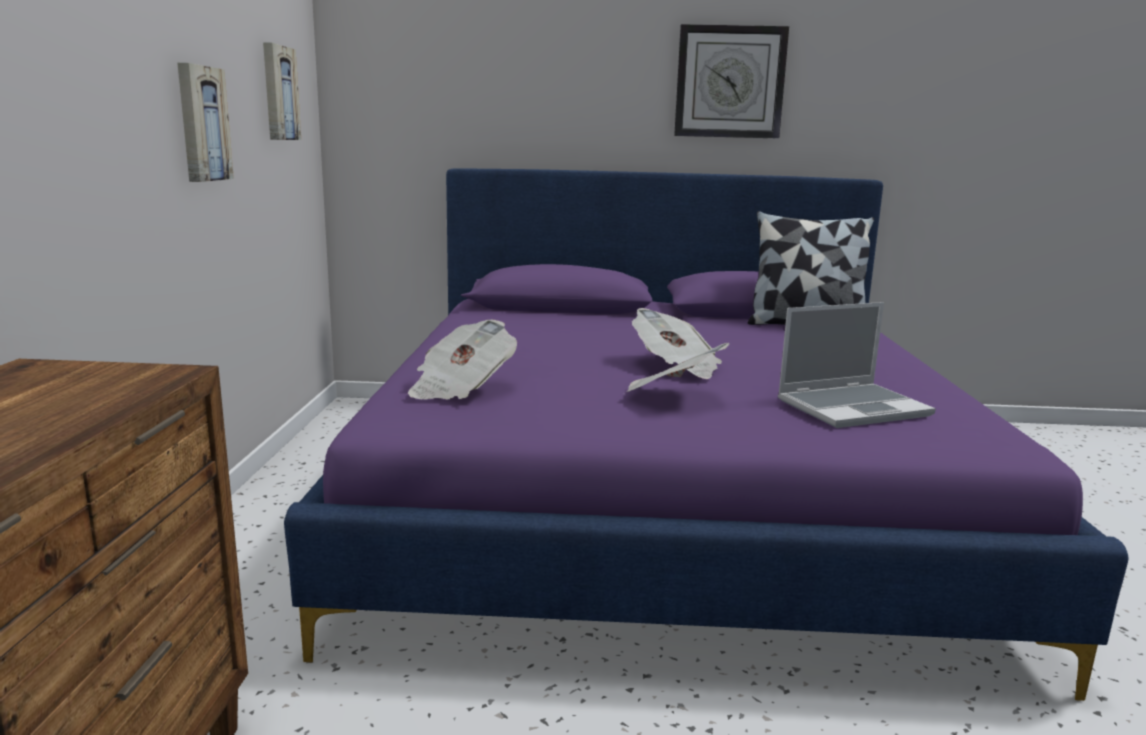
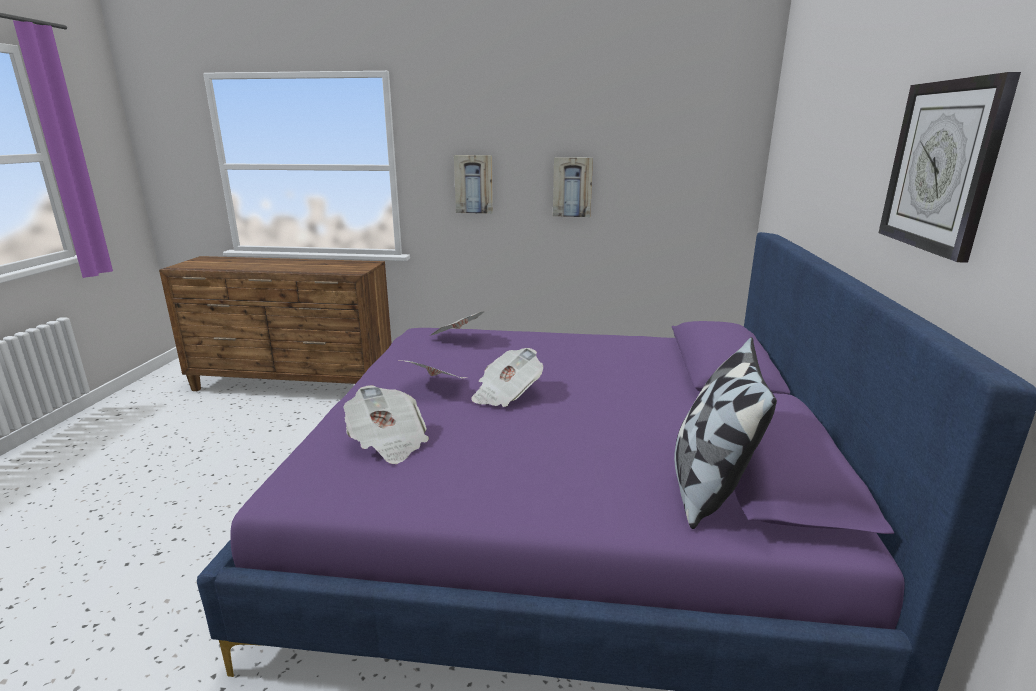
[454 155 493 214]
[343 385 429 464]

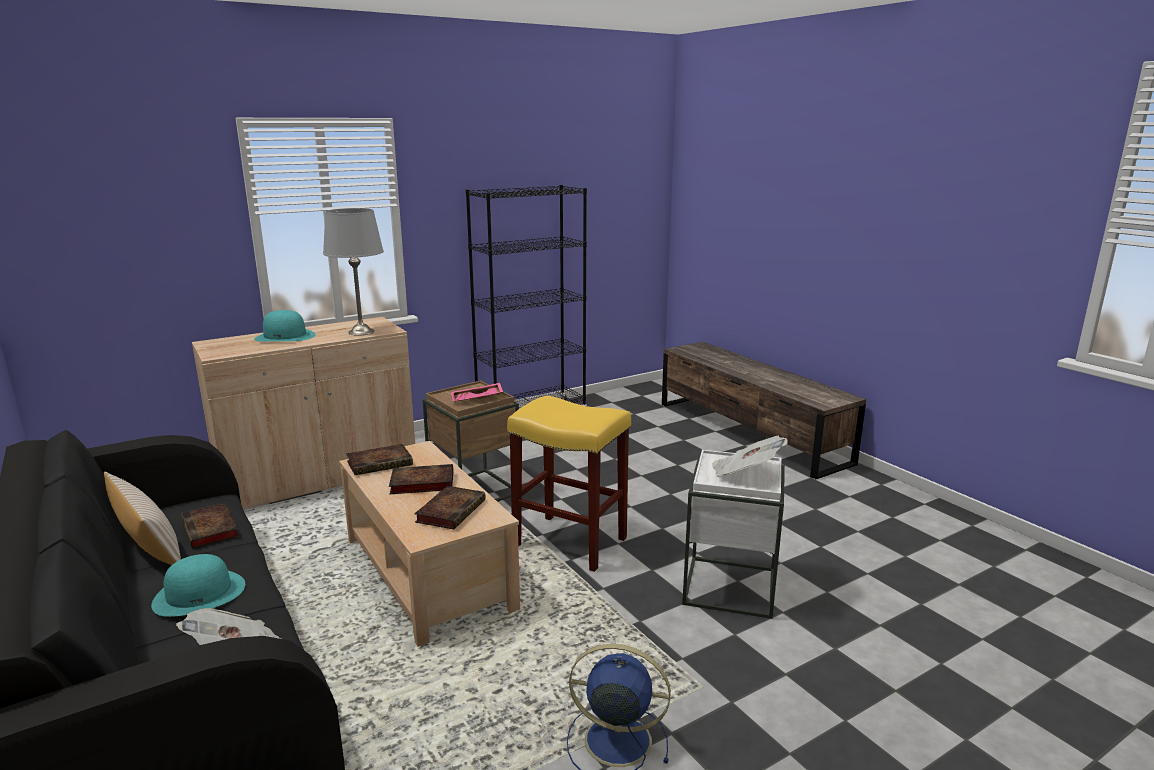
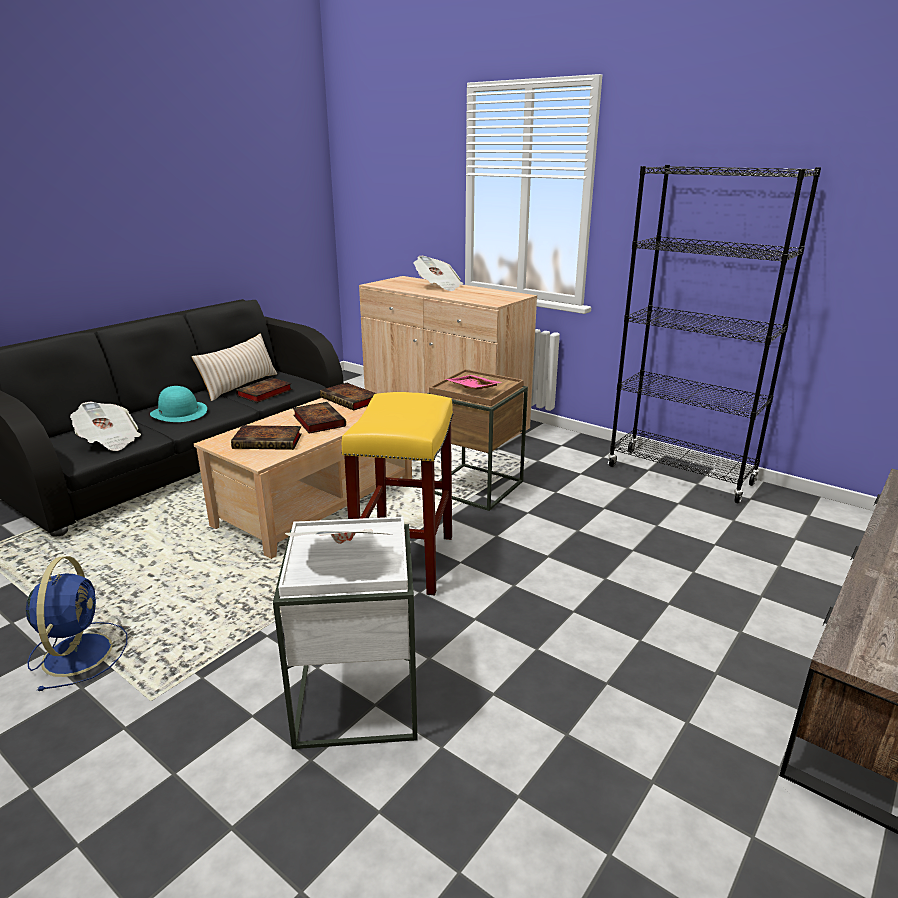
[414 256 463 291]
[323 208 384 336] (first image)

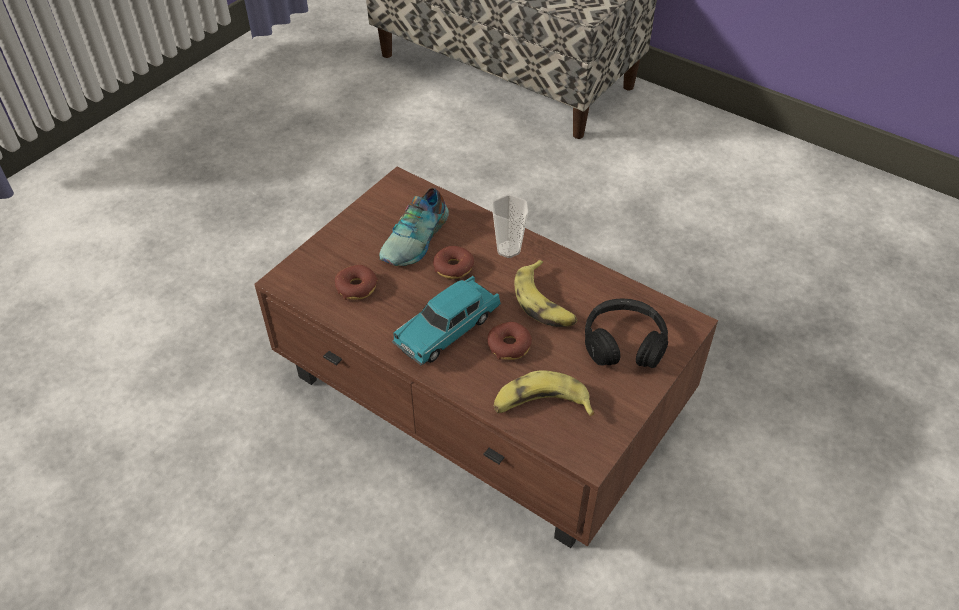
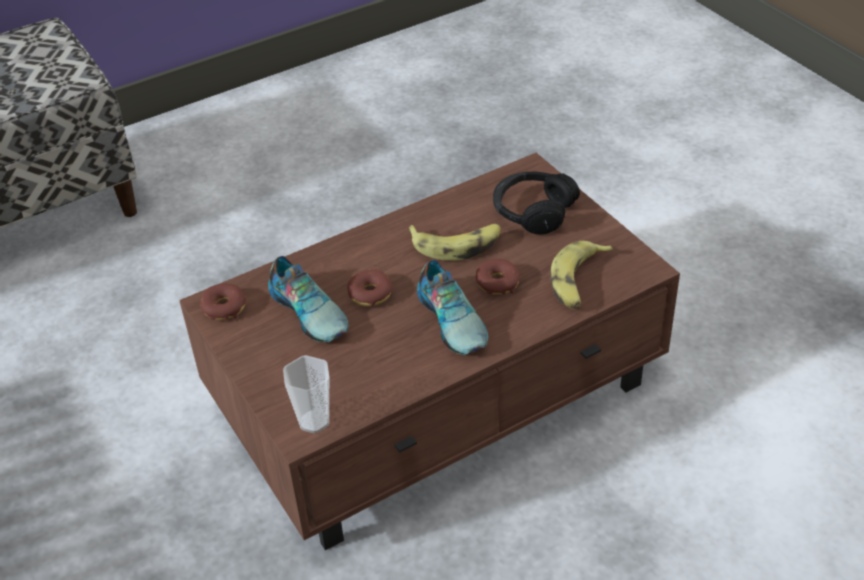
[200 283 246 320]
[417 260 489 355]
[283 355 329 433]

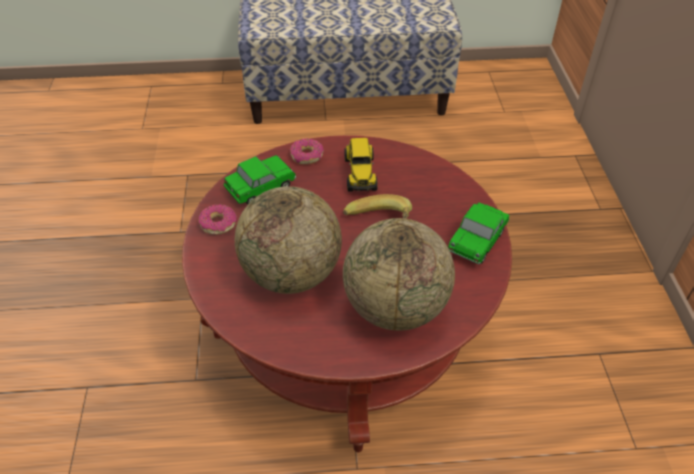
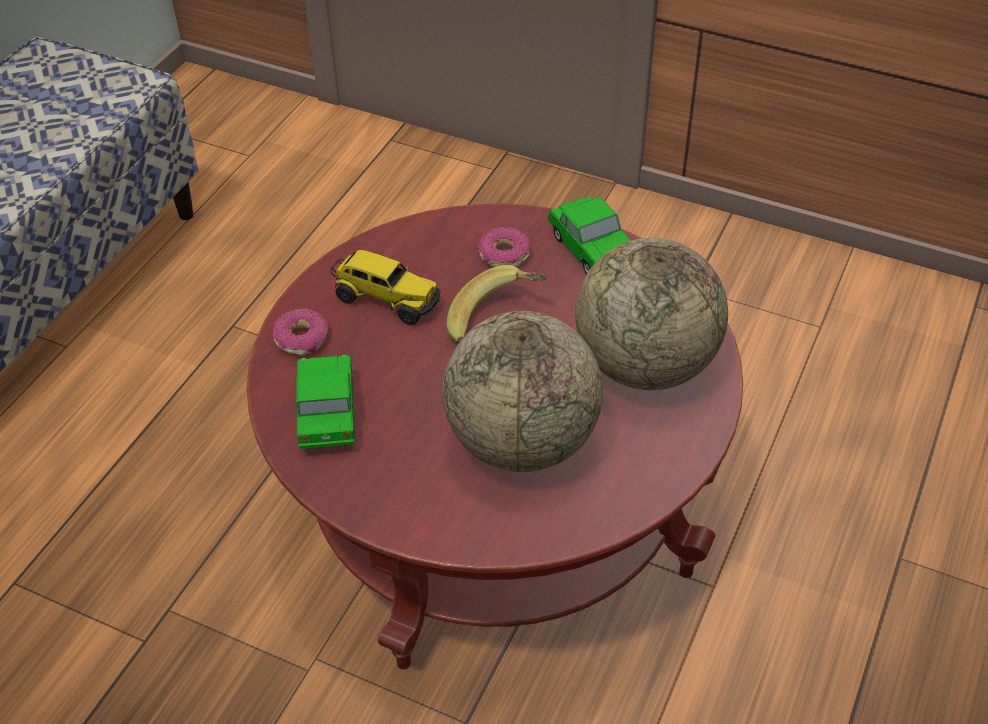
[477 227 531 267]

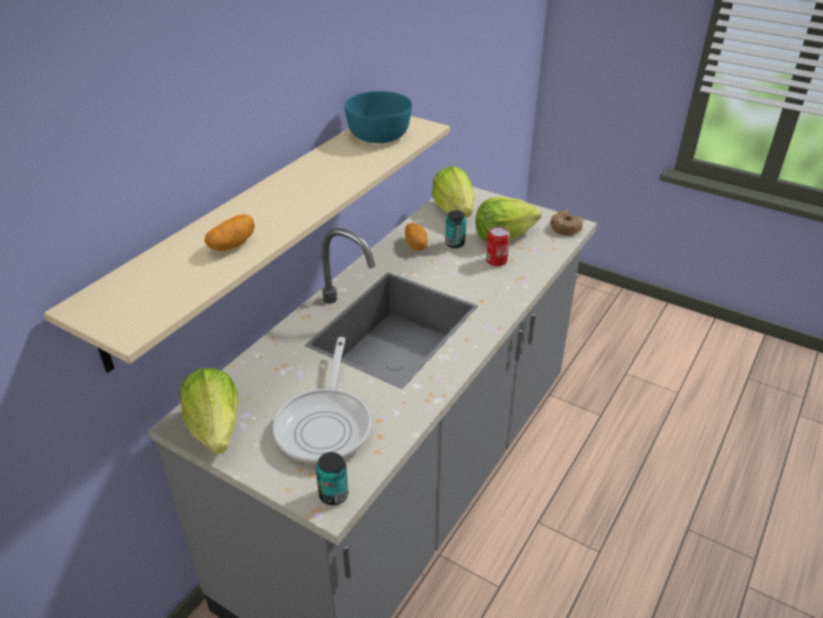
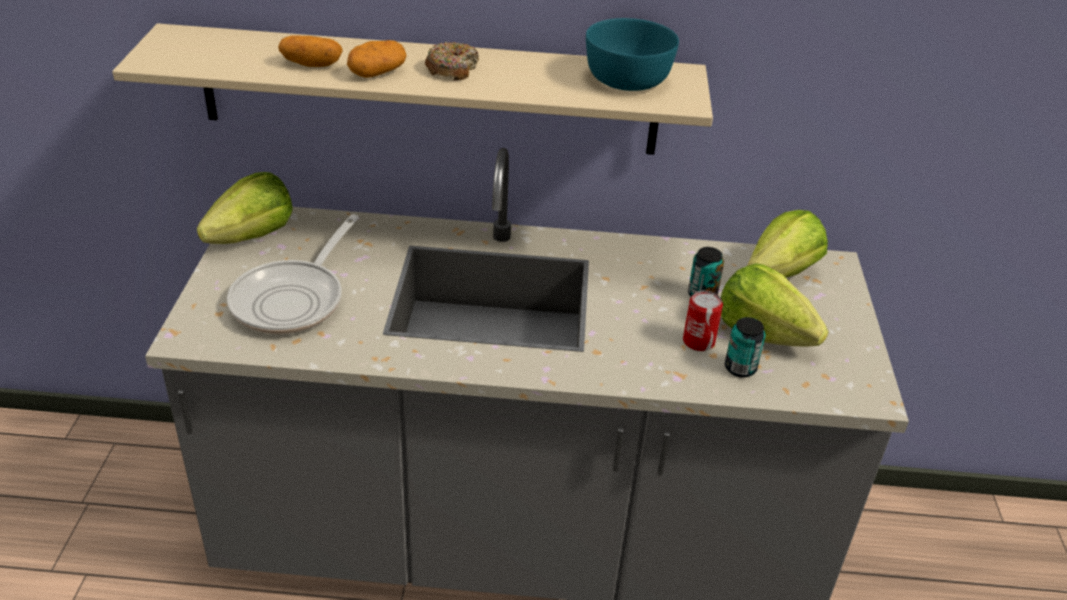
[227 215 359 334]
[725 317 765 377]
[347 40 407 78]
[425 42 479 81]

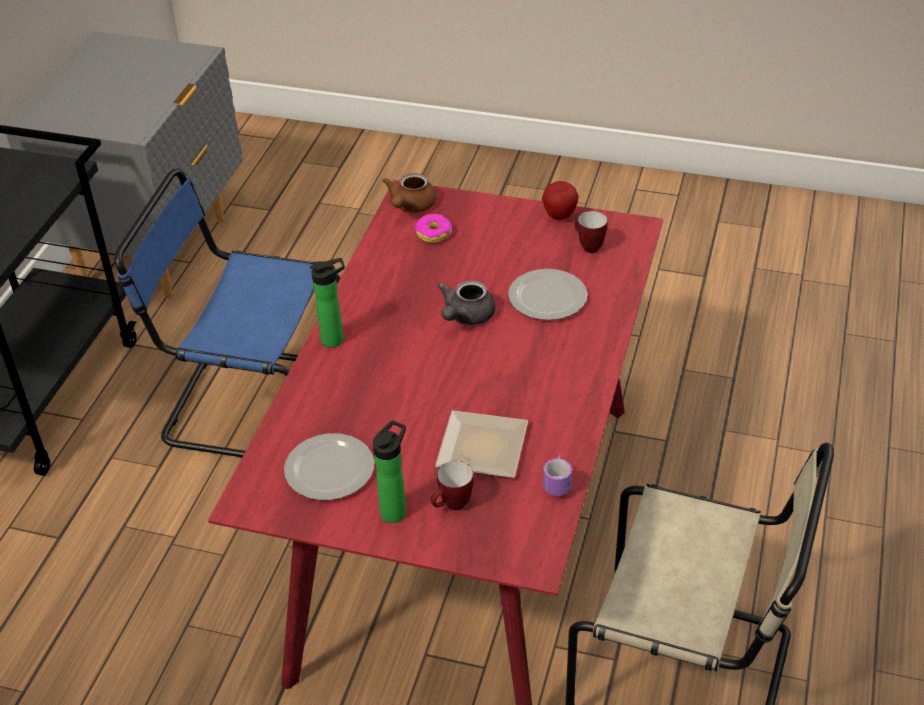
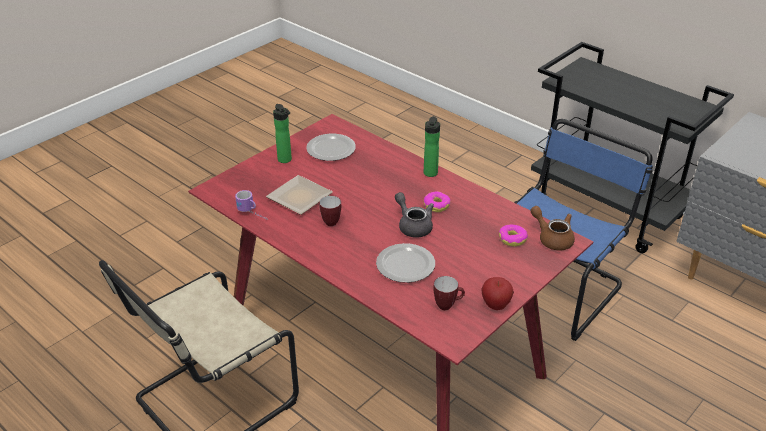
[319 196 341 226]
[424 191 450 212]

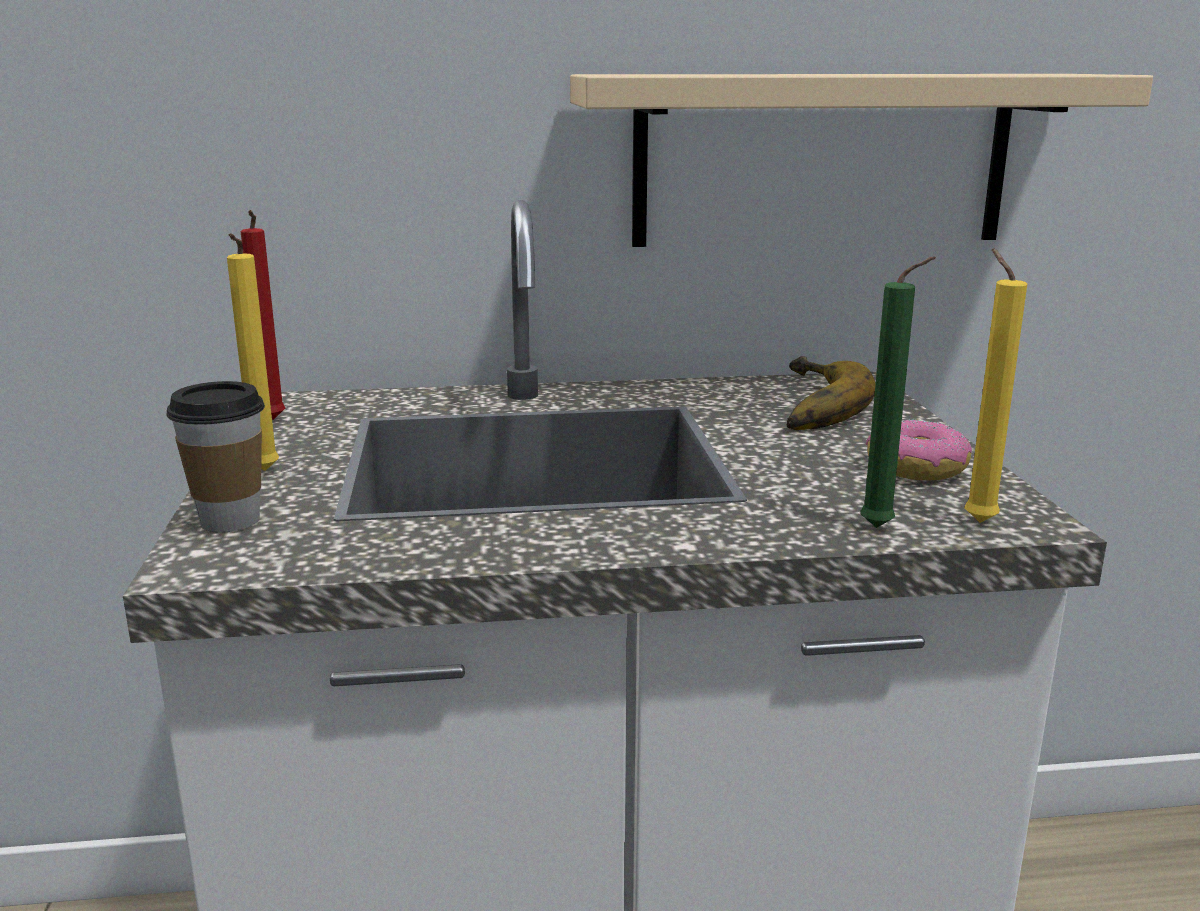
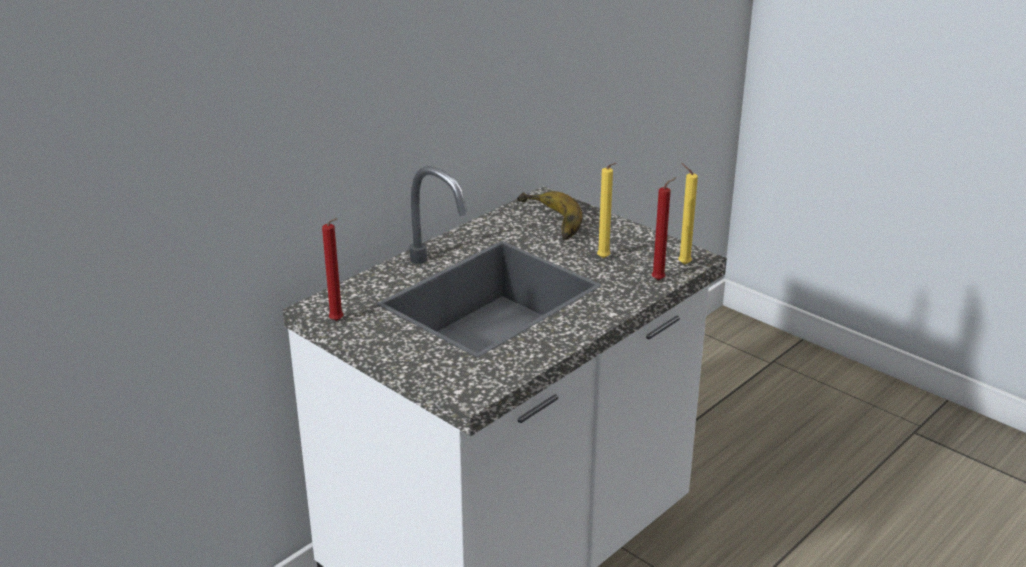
[167 381 265 532] (first image)
[597 163 617 258]
[570 74 1153 247] (first image)
[652 177 677 280]
[866 419 972 481] (first image)

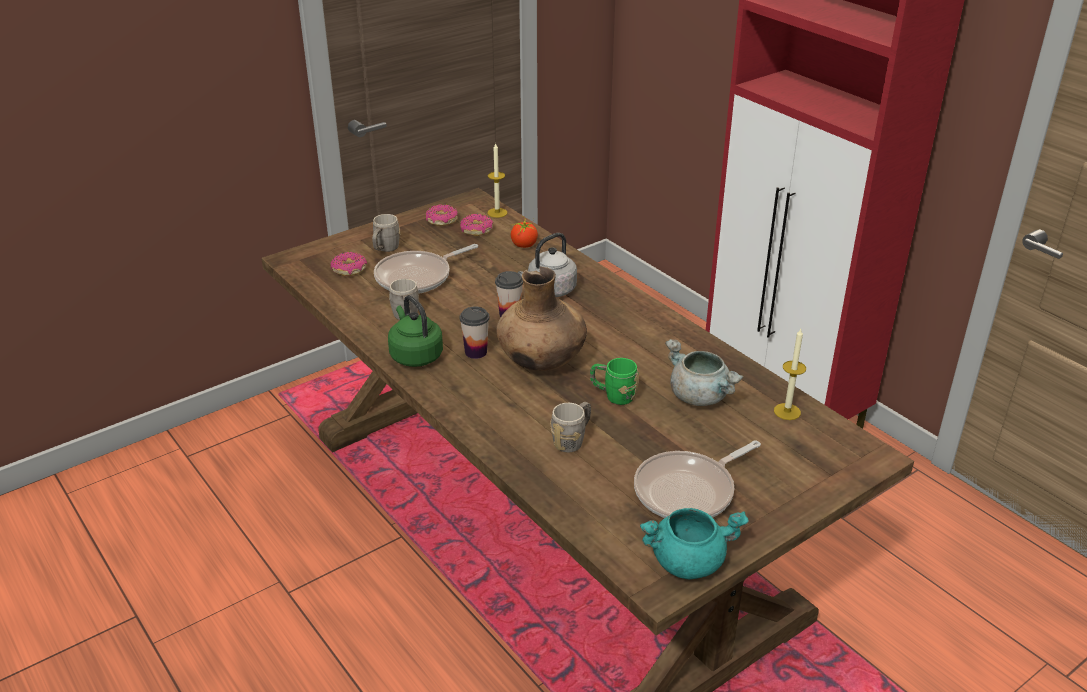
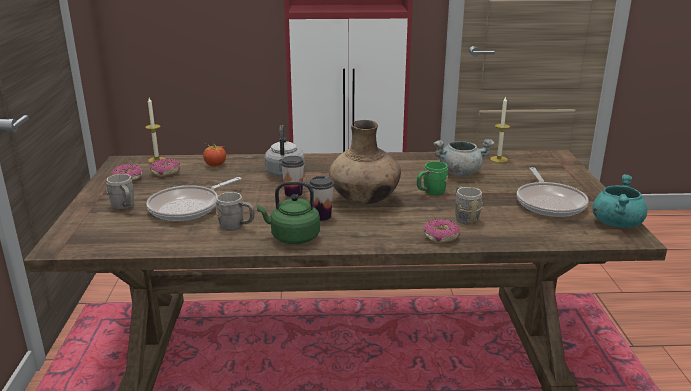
[424 219 460 243]
[146 177 242 221]

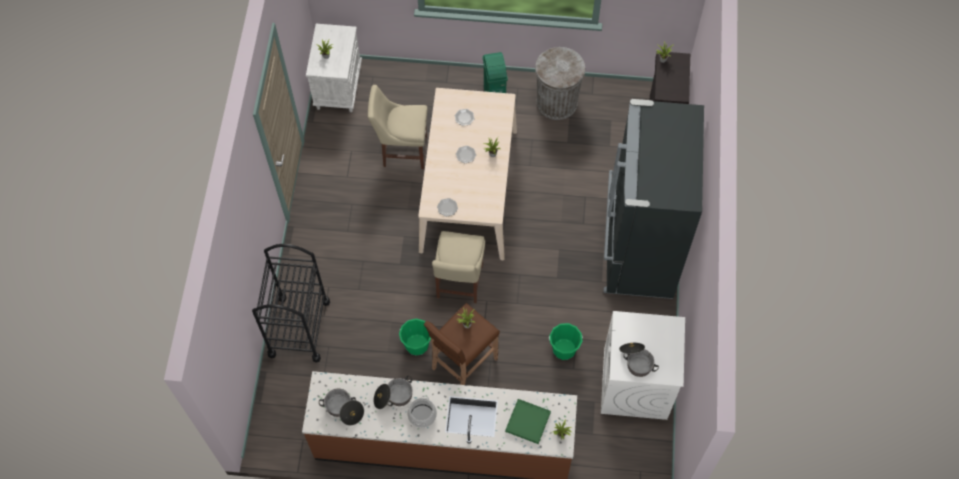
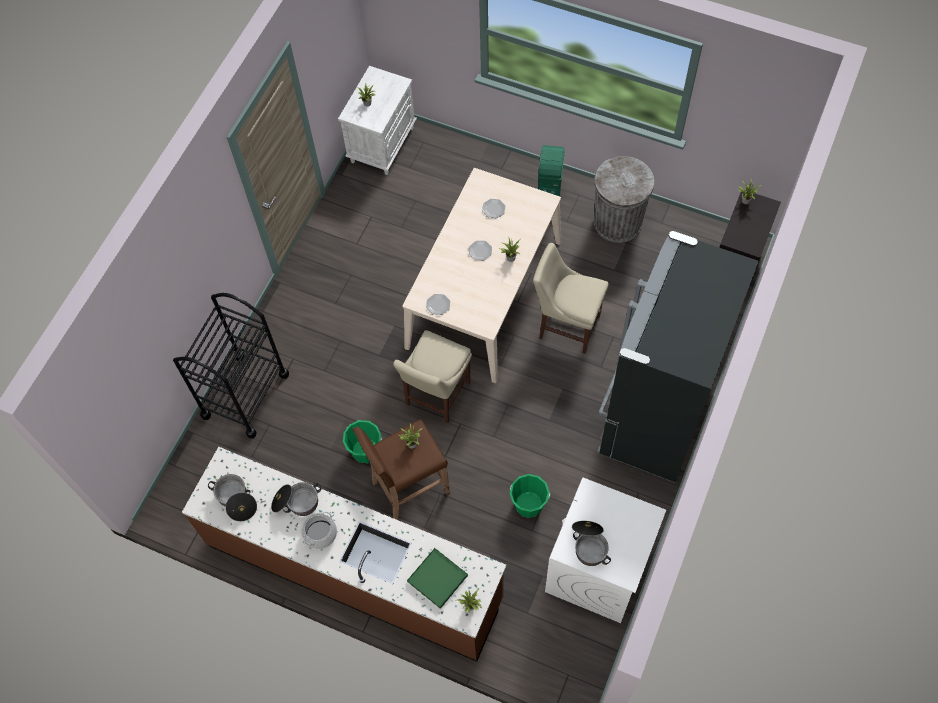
[533 243 609 354]

